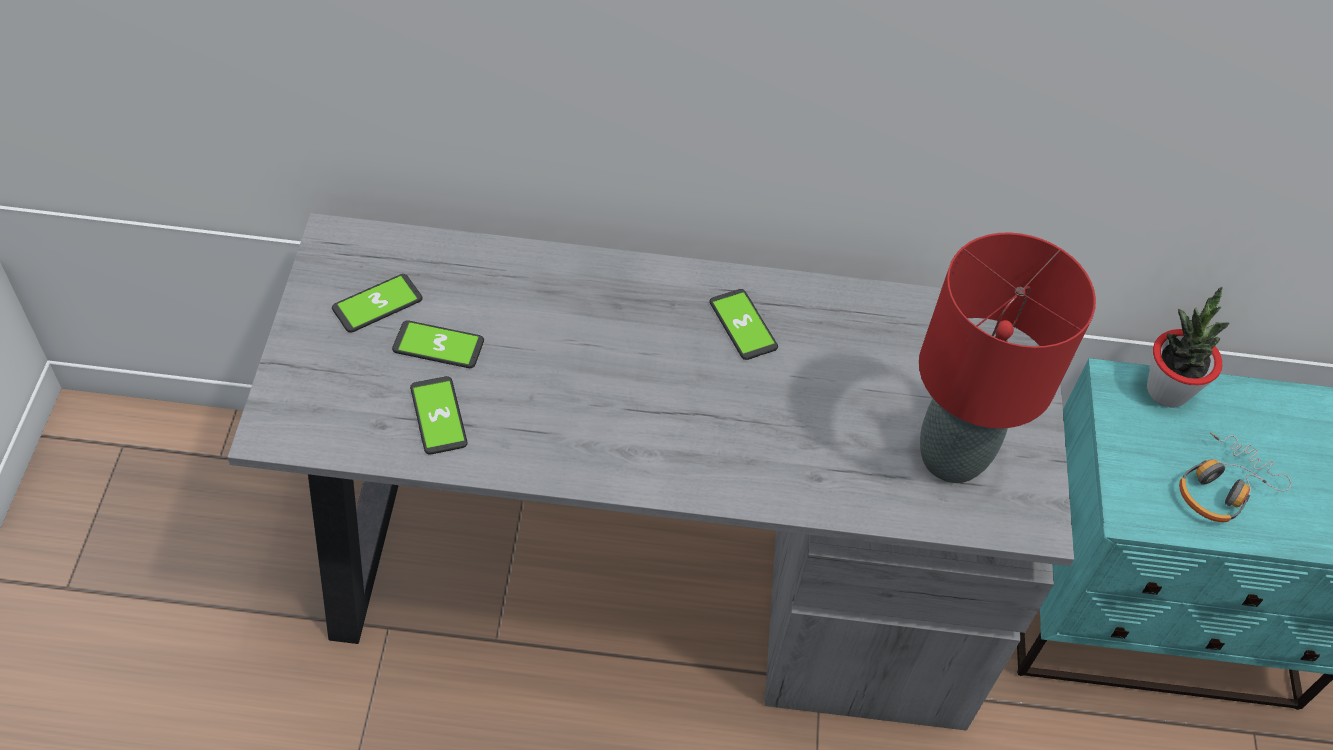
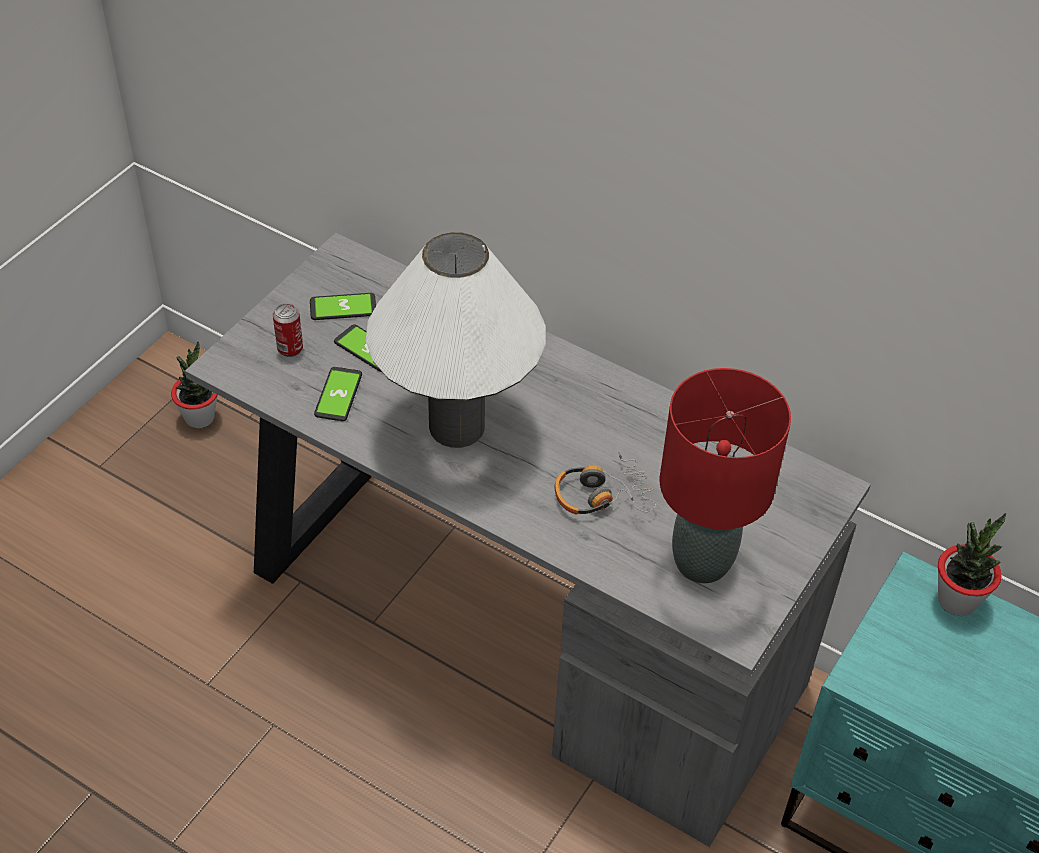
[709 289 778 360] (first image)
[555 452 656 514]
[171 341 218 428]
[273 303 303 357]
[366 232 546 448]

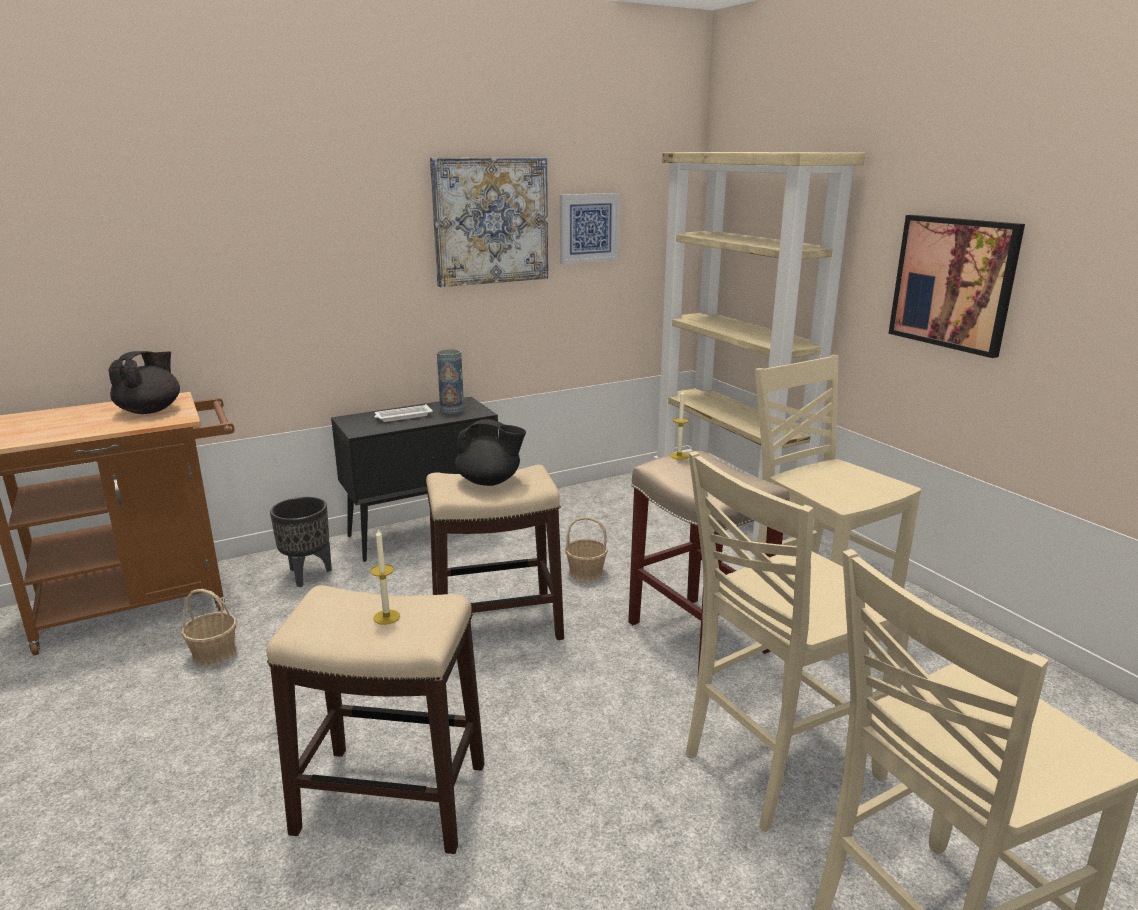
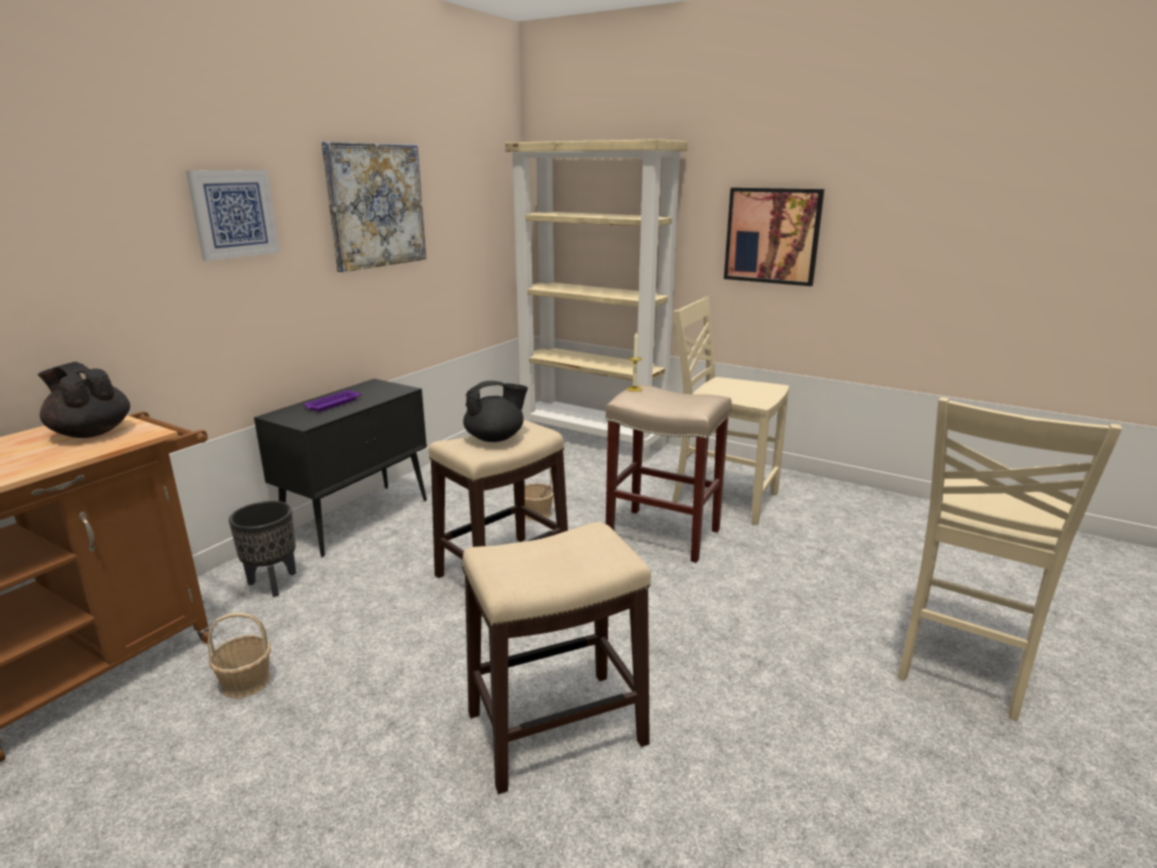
[38 362 130 438]
[370 529 400 625] (first image)
[303 390 361 412]
[437 349 464 413] (first image)
[186 170 280 261]
[686 451 909 832] (first image)

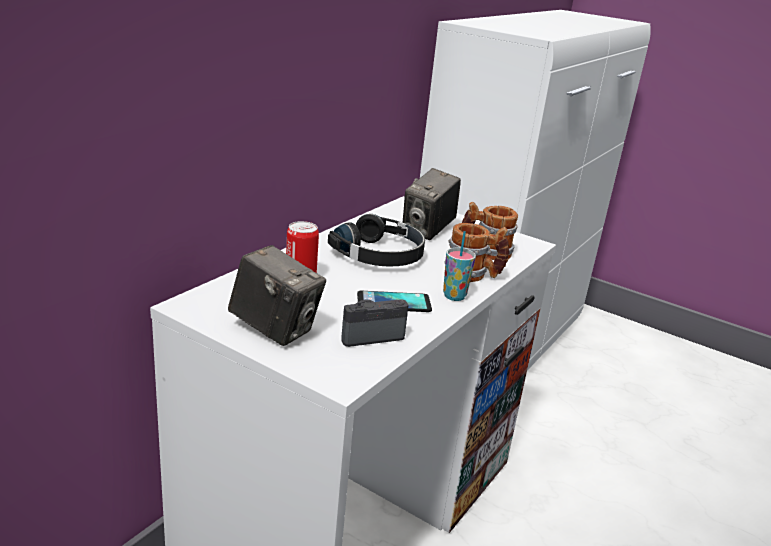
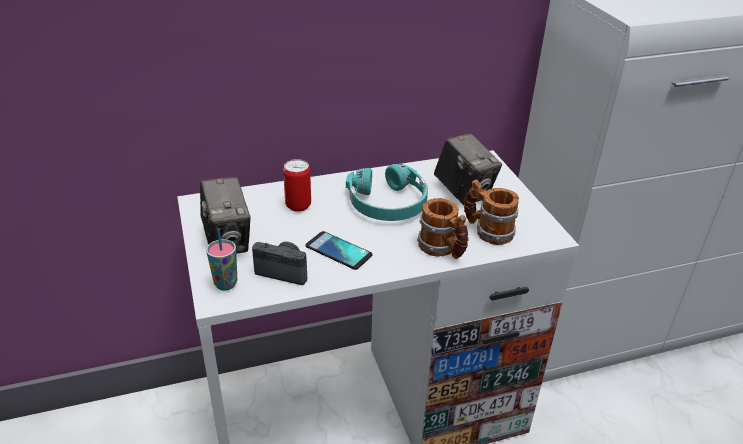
[346 164 428 221]
[434 133 502 205]
[206 228 237 291]

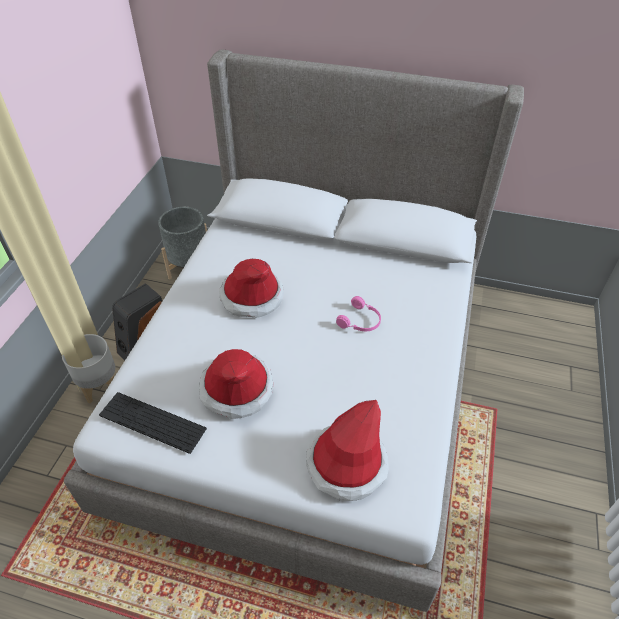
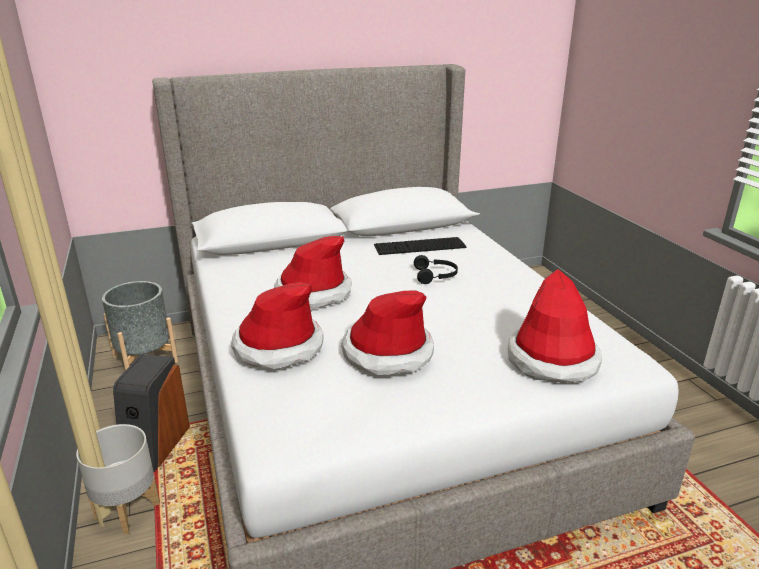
[374 237 466 255]
[414 255 458 284]
[231 282 324 369]

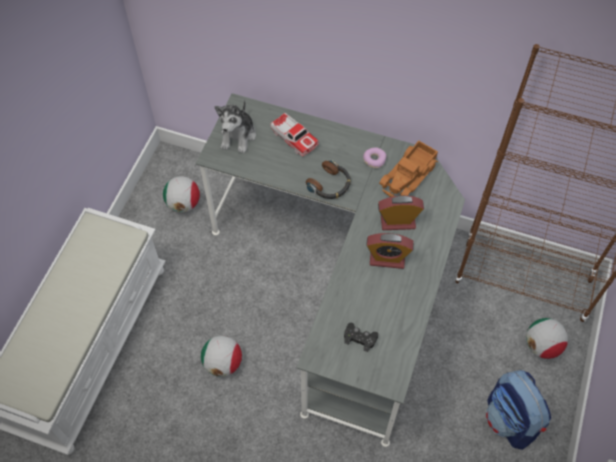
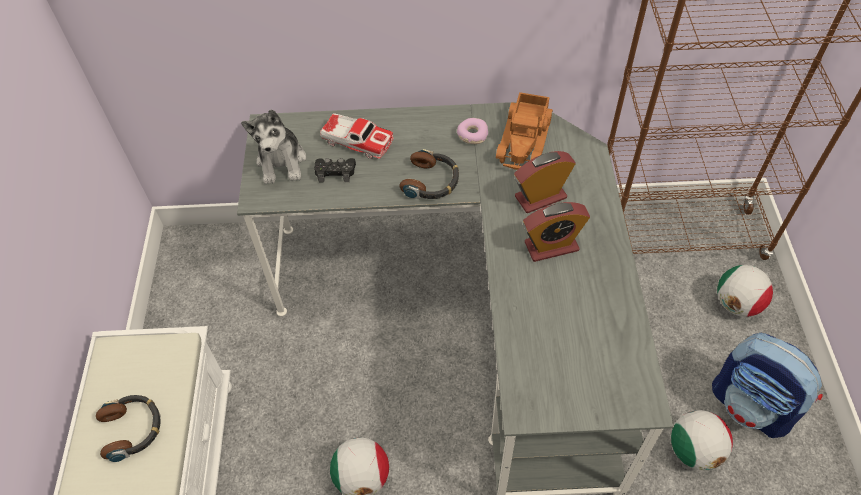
[671 410 733 470]
[314 158 356 182]
[96 395 161 462]

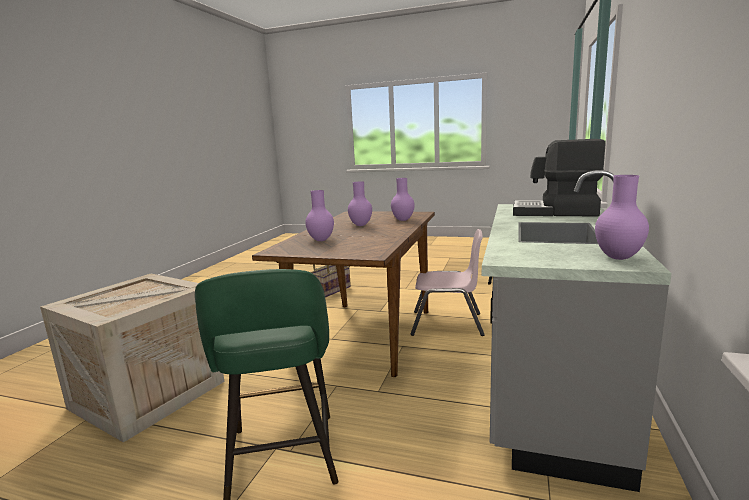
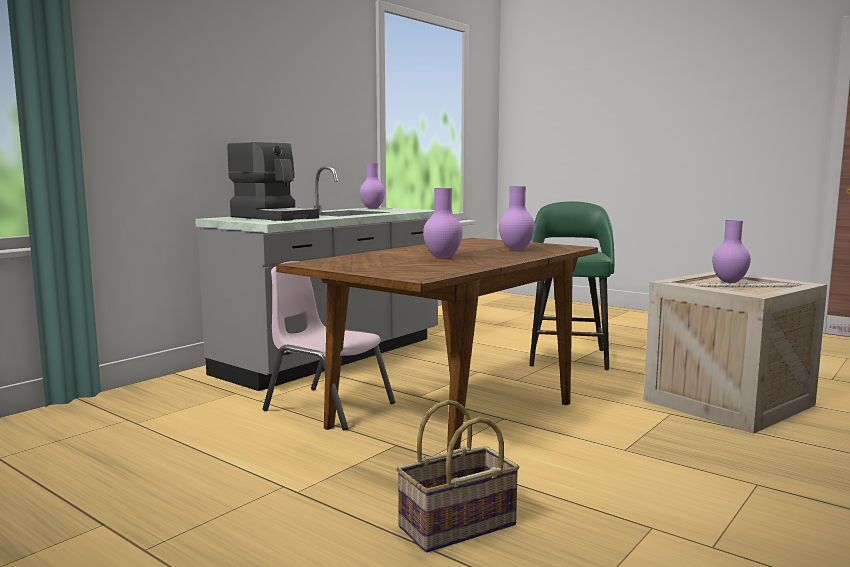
[712 220 751 283]

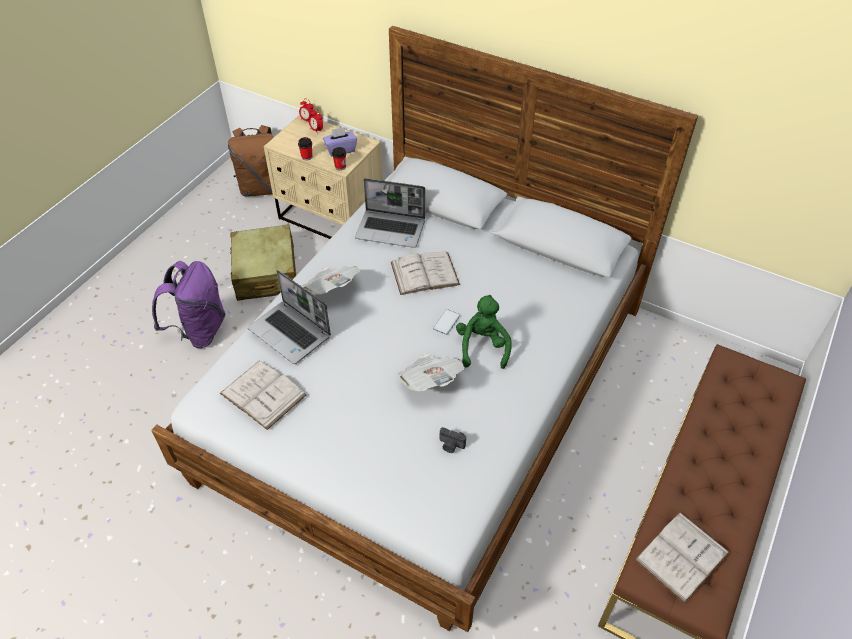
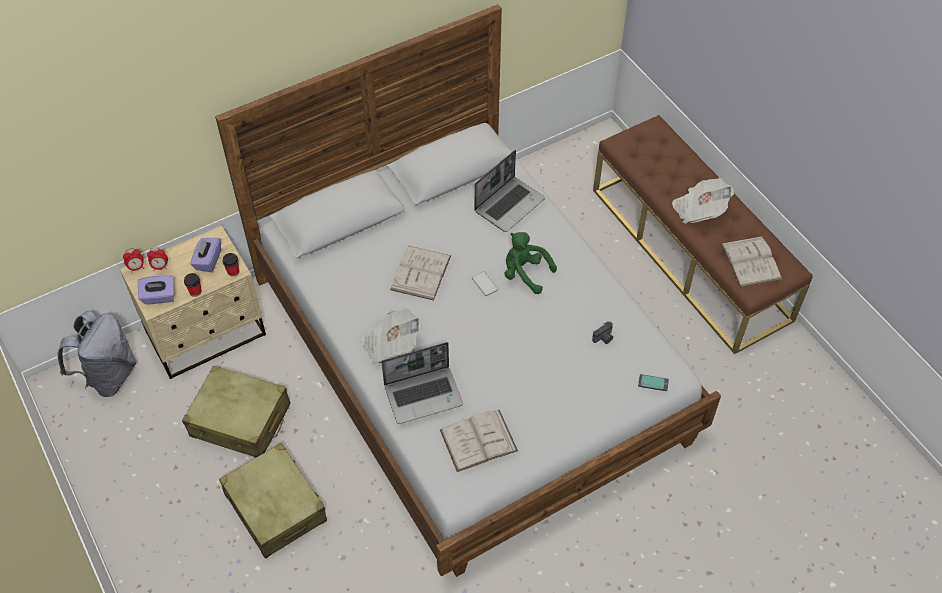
[219 443 327 559]
[58 311 137 397]
[474 150 545 232]
[672 178 734 224]
[138 275 174 305]
[638 374 669 391]

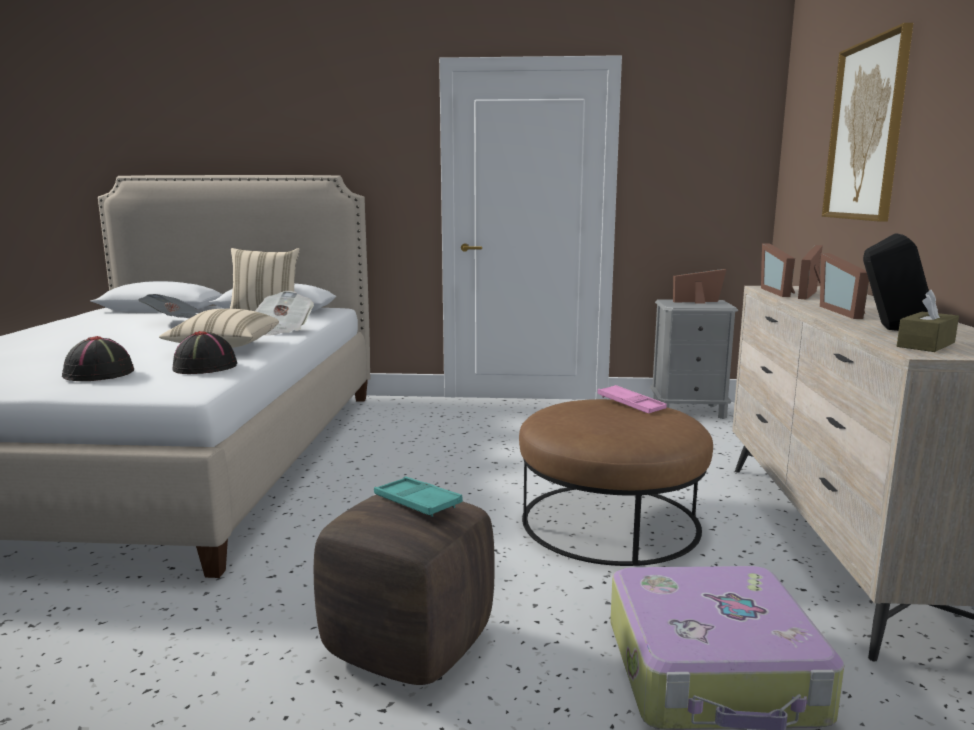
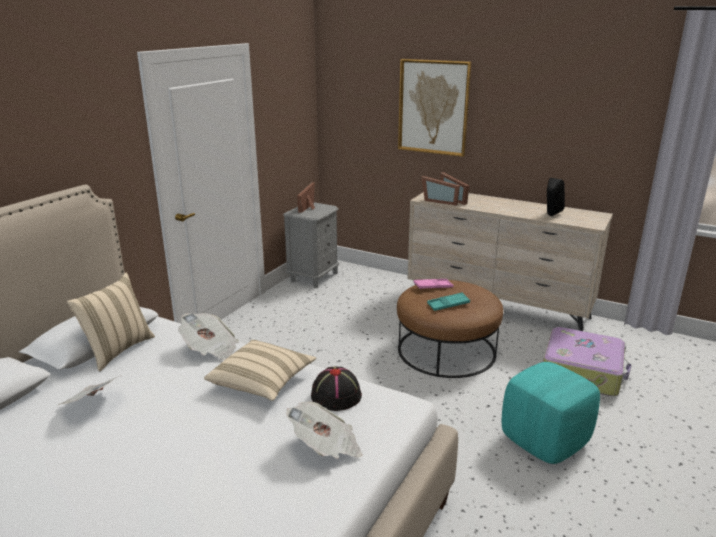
[286 402 363 459]
[502 362 600 464]
[427 292 470 311]
[820 253 869 319] (first image)
[897 290 959 352] (first image)

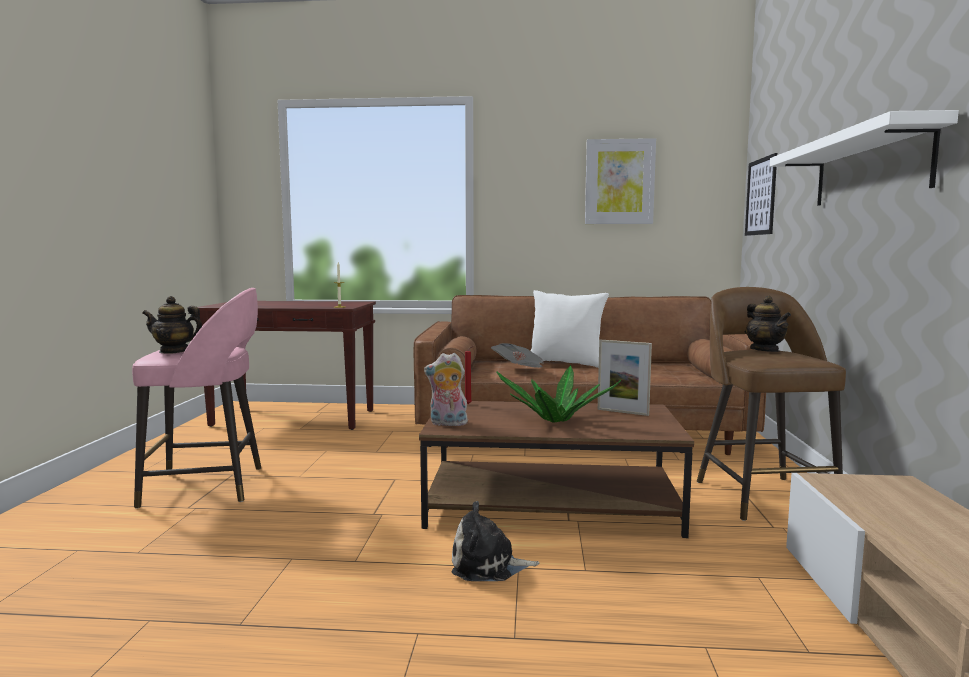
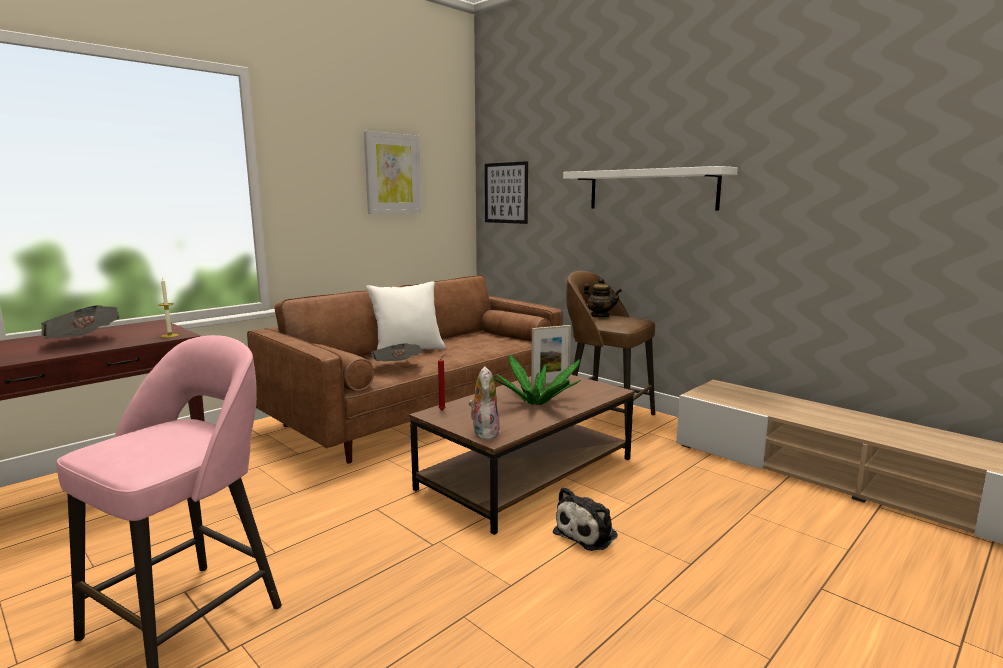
[142 296 202 354] (first image)
[468 367 500 440]
[41 305 120 339]

